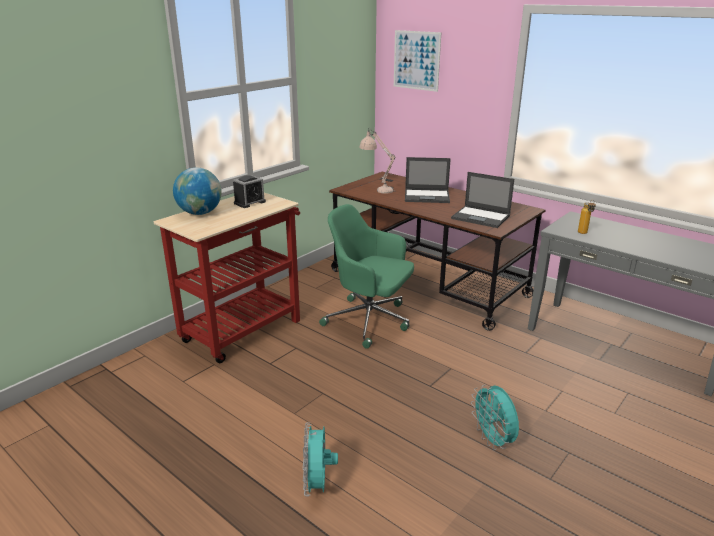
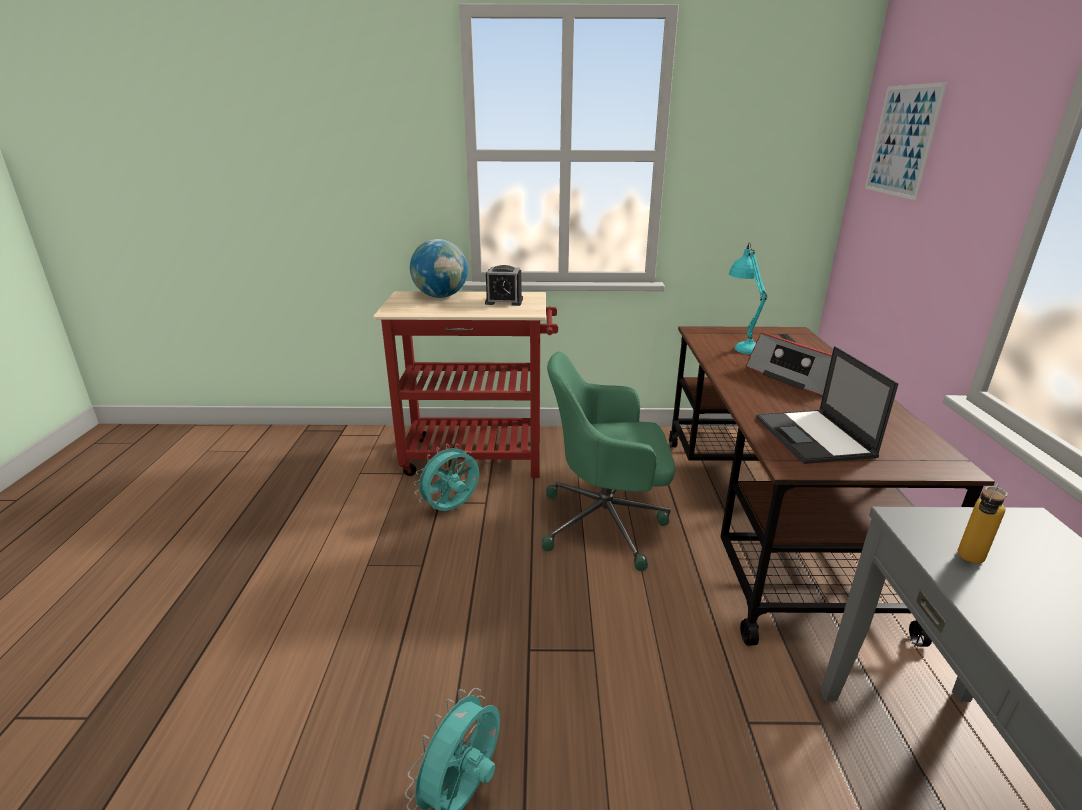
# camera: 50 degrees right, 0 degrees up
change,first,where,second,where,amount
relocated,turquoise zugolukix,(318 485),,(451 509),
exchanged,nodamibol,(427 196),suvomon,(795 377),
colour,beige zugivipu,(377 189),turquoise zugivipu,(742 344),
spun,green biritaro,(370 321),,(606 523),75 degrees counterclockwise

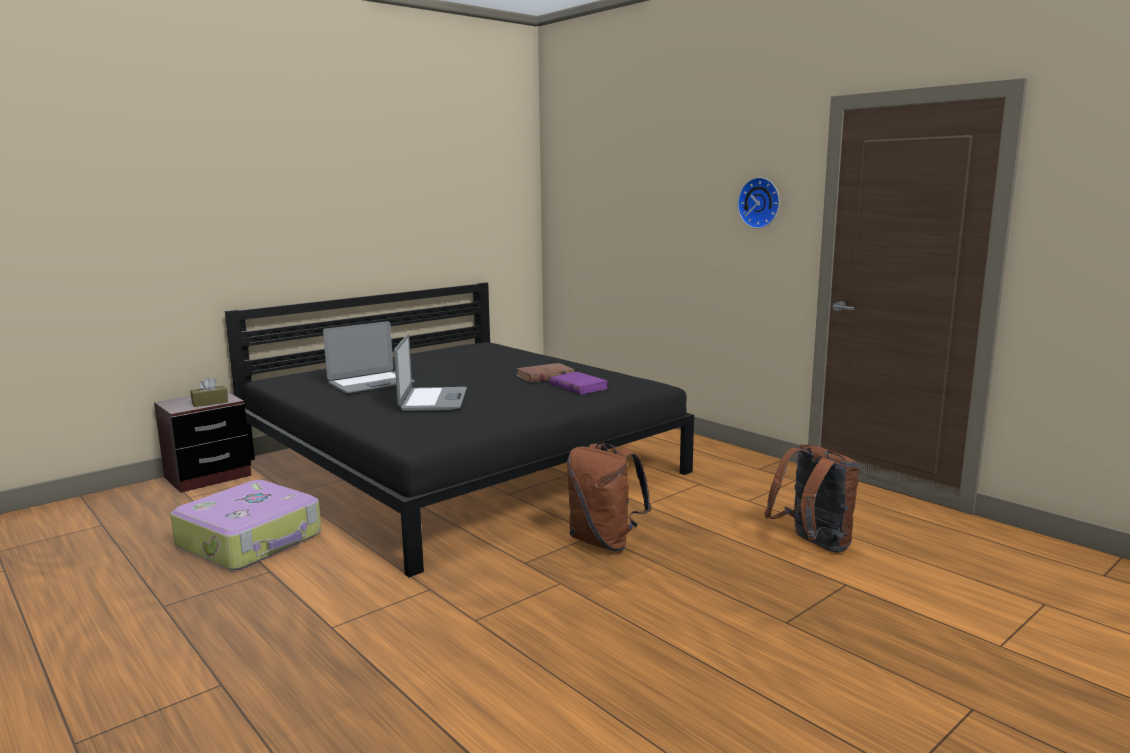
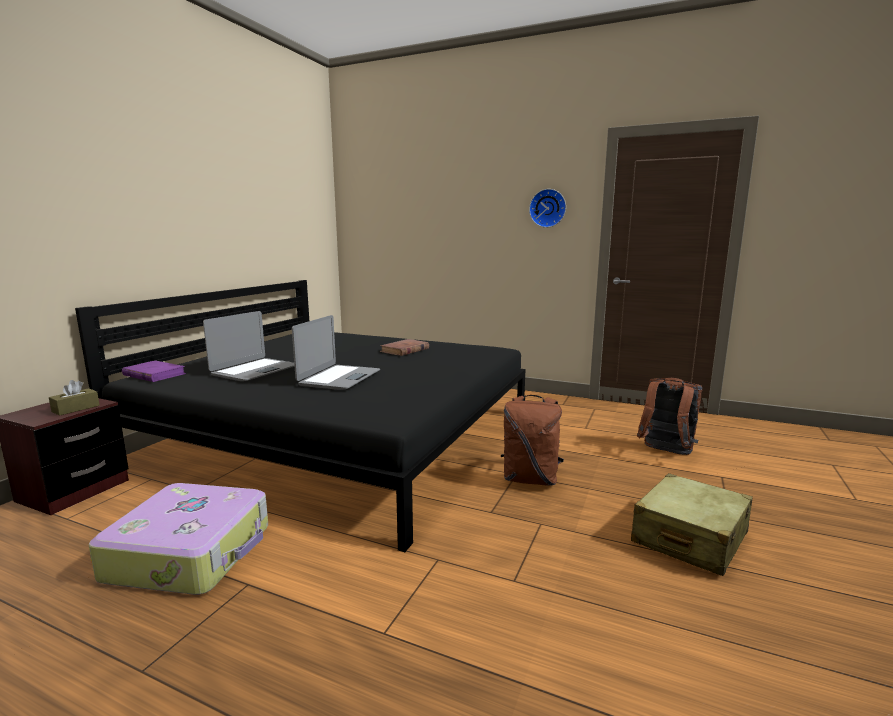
# camera: 25 degrees left, 0 degrees up
change,first,where,second,where,amount
appeared,,,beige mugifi,(689 538),
relocated,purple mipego,(578 386),,(154 374),
spun,nodamibol,(432 400),,(339 378),45 degrees clockwise

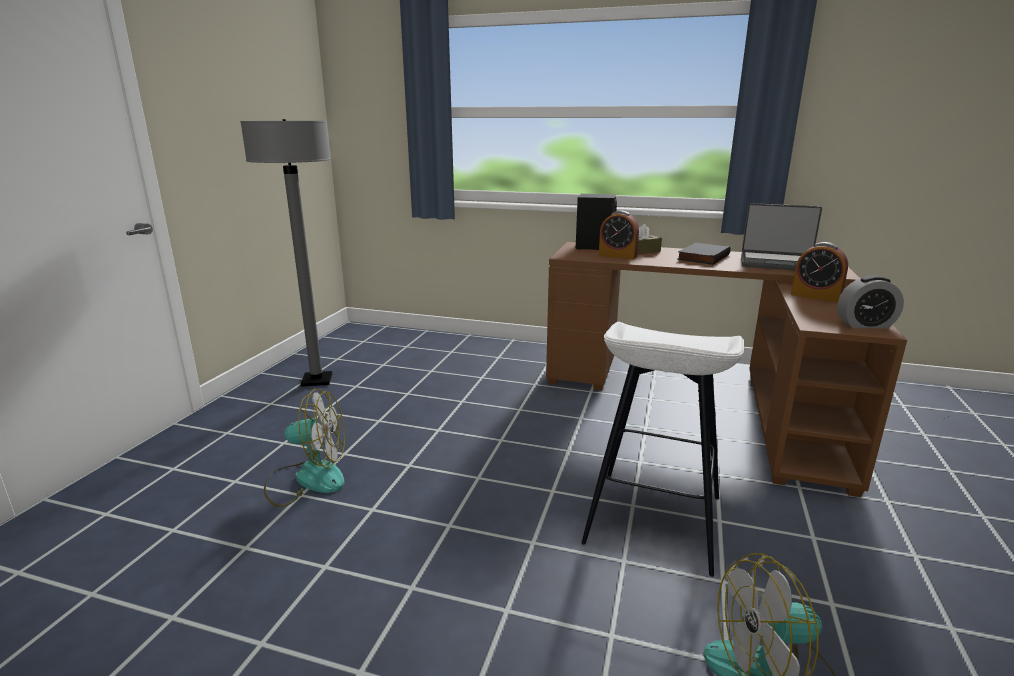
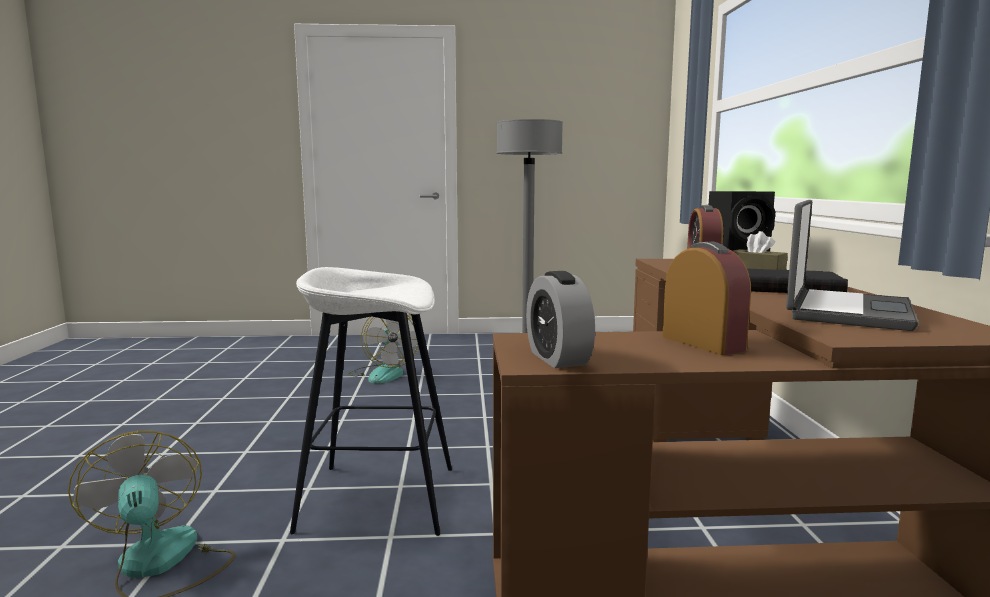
# camera: 70 degrees right, 10 degrees down
change,first,where,second,where,amount
spun,nodamibol,(777 263),,(845 312),150 degrees counterclockwise
spun,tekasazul,(816 296),,(702 343),135 degrees clockwise

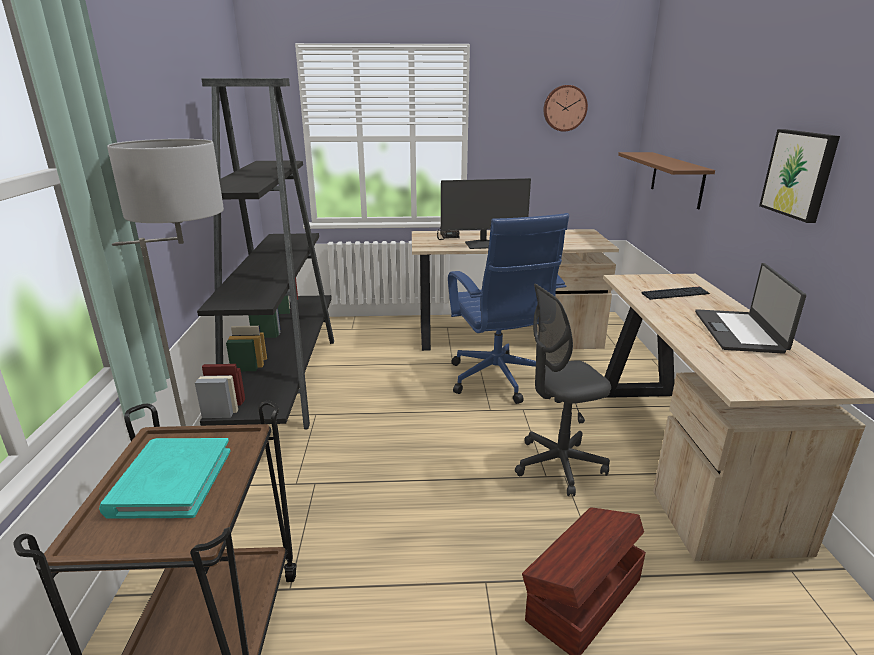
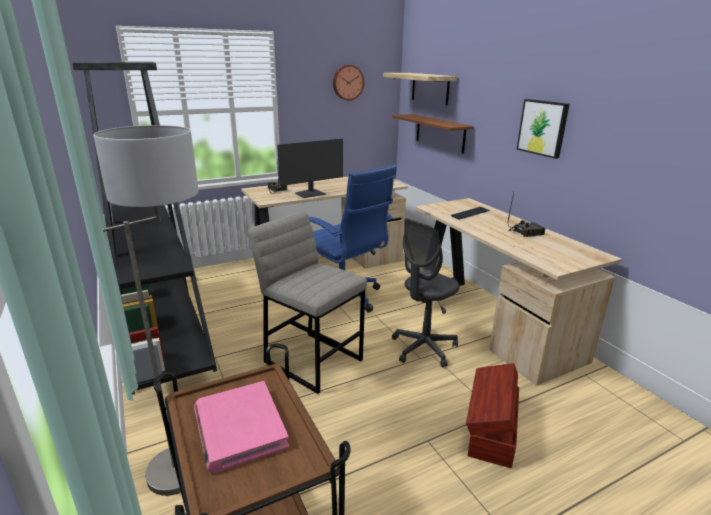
# camera: 25 degrees left, 0 degrees up
change,first,where,second,where,amount
appeared,,,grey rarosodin,(311 360),
appeared,,,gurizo,(430 88),
exchanged,nodamibol,(740 331),suvomon,(526 232),
colour,turquoise mipego,(171 481),pink mipego,(239 428),

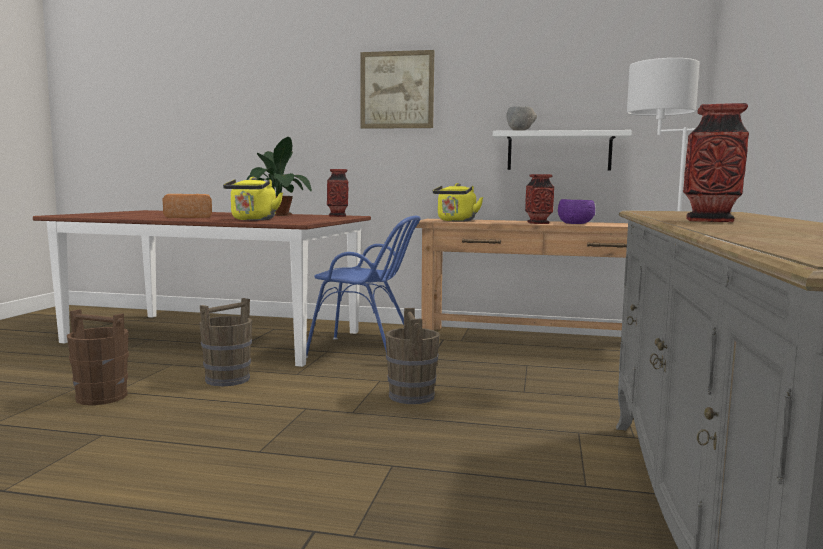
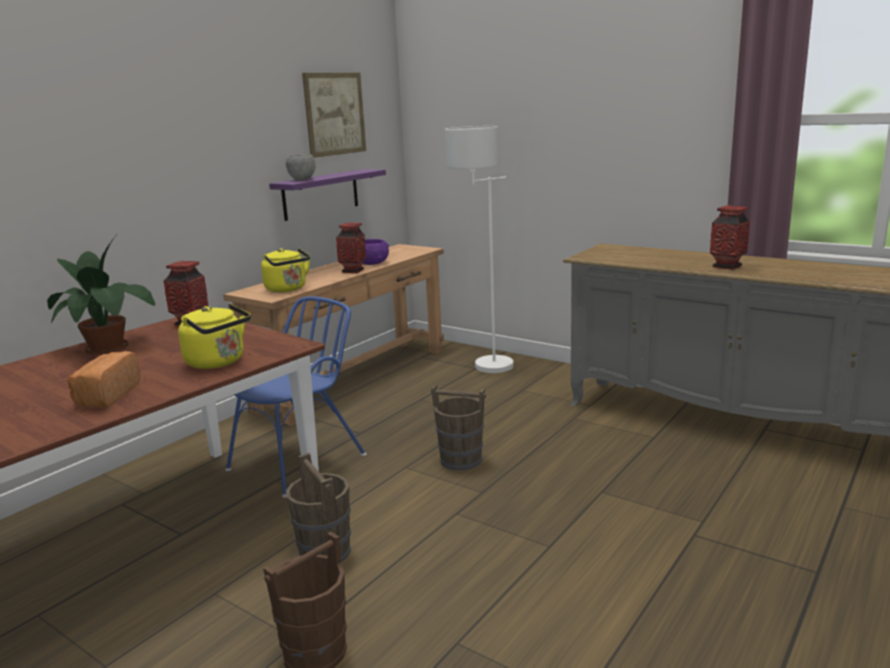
# camera: 65 degrees left, 10 degrees up
change,first,where,second,where,amount
relocated,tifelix,(397 90),,(334 114),
colour,white gurizo,(559 151),purple gurizo,(321 194),

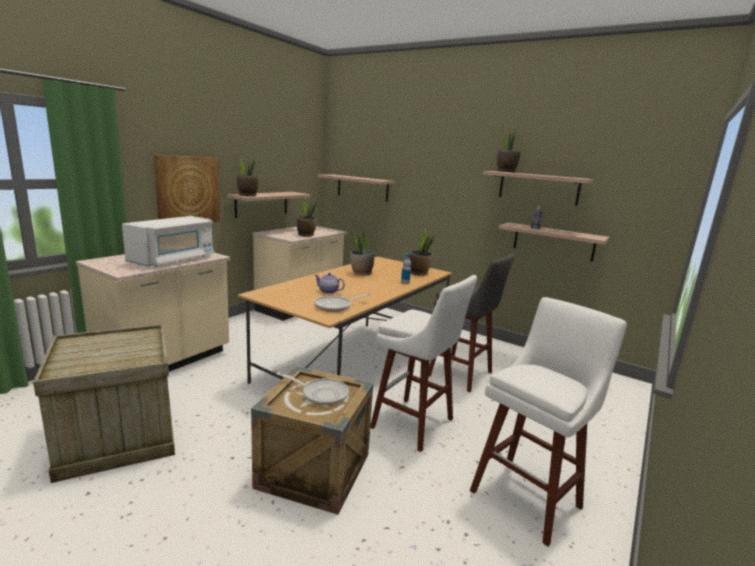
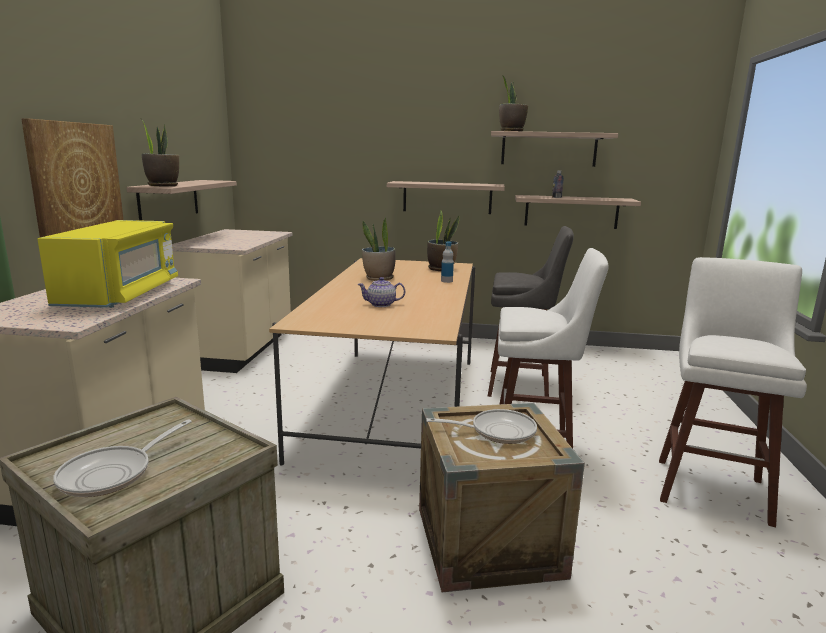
# camera: 25 degrees left, 0 degrees up
change,first,where,second,where,amount
missing,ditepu,(306 235),,,
relocated,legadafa,(336 306),,(113 474),
relocated,gurizo,(362 187),,(447 197),
colour,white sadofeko,(173 260),yellow sadofeko,(121 294),

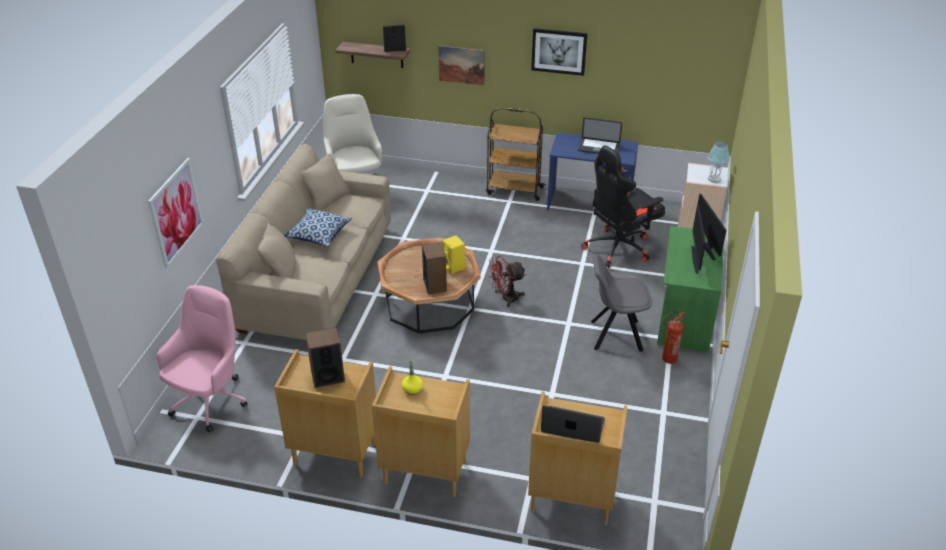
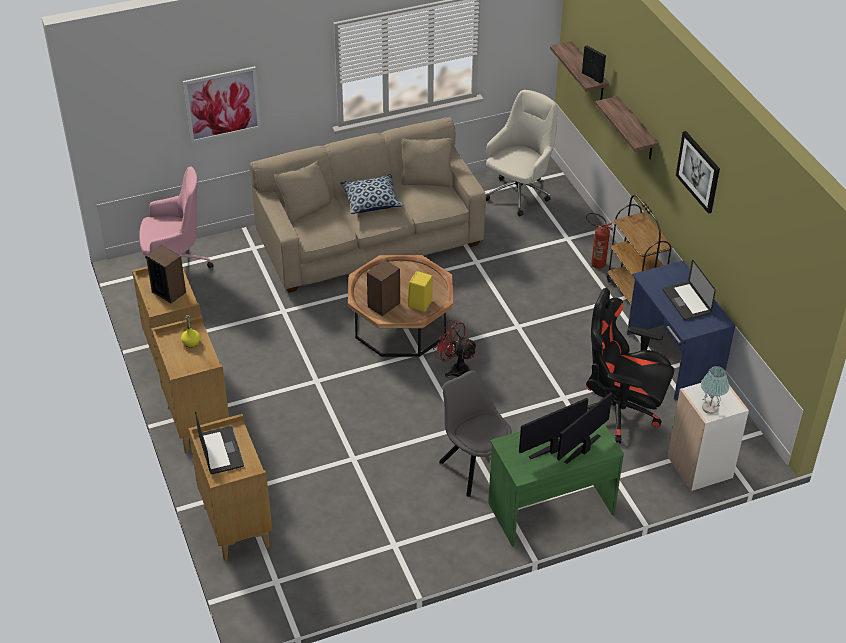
# camera: 55 degrees right, 5 degrees up
change,first,where,second,where,amount
relocated,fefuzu,(666 360),,(594 263),
exchanged,tifelix,(461 65),gurizo,(636 129),

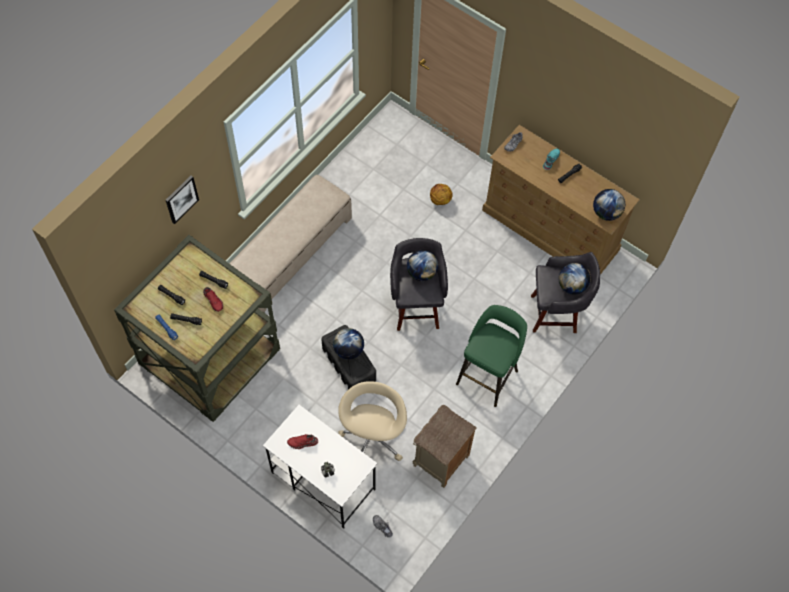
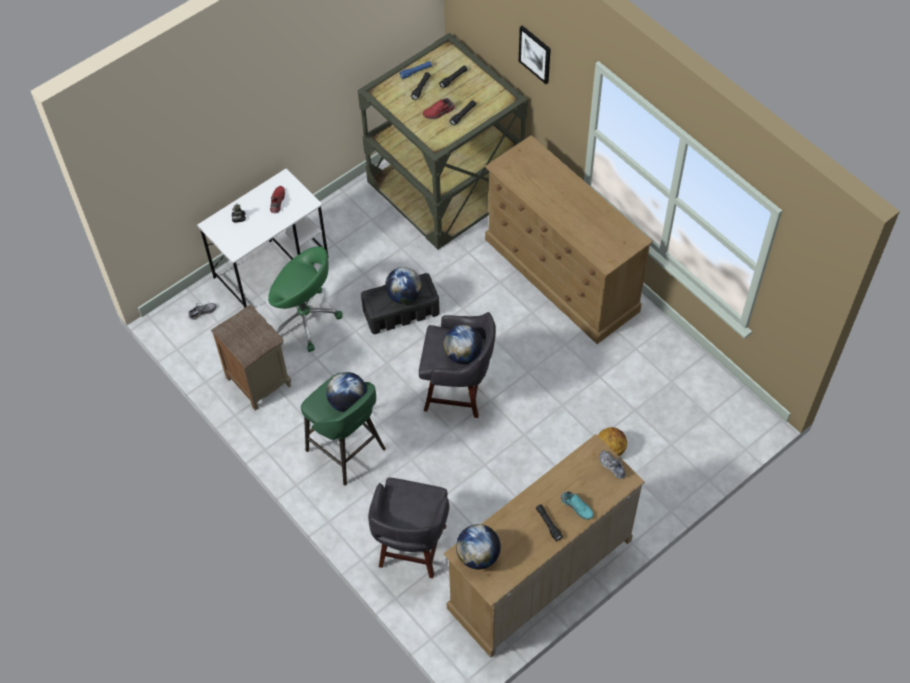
# camera: 105 degrees right, 5 degrees down
change,first,where,second,where,amount
relocated,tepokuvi,(572 285),,(348 402),
exchanged,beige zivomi,(290 253),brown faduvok,(561 276),
colour,beige biritaro,(373 437),green biritaro,(306 320),

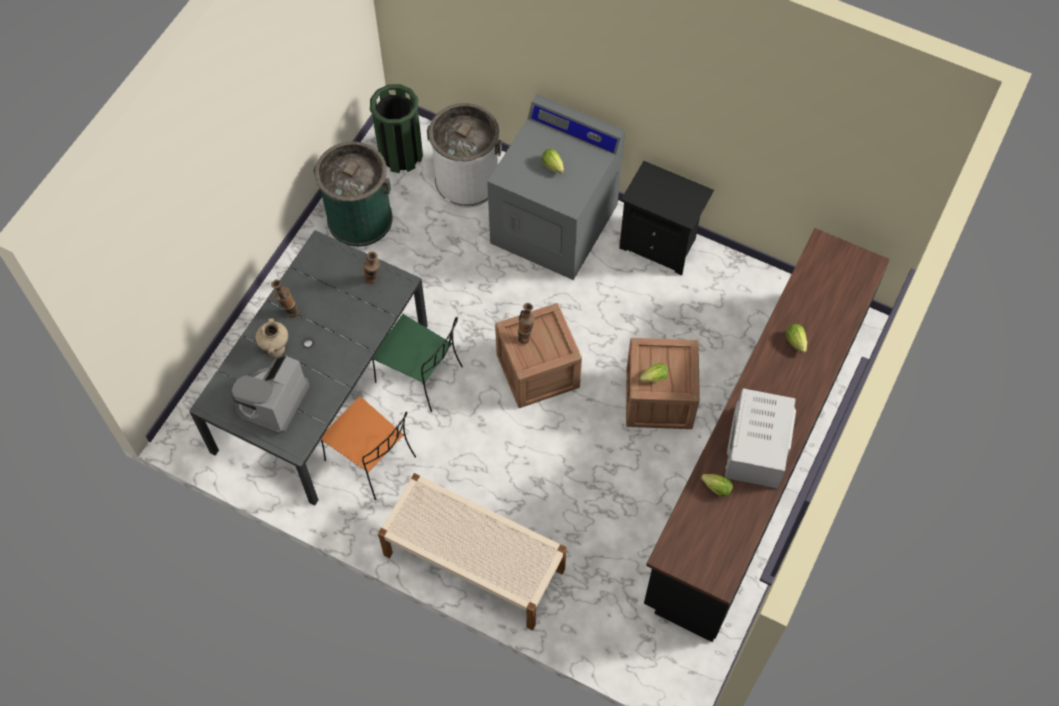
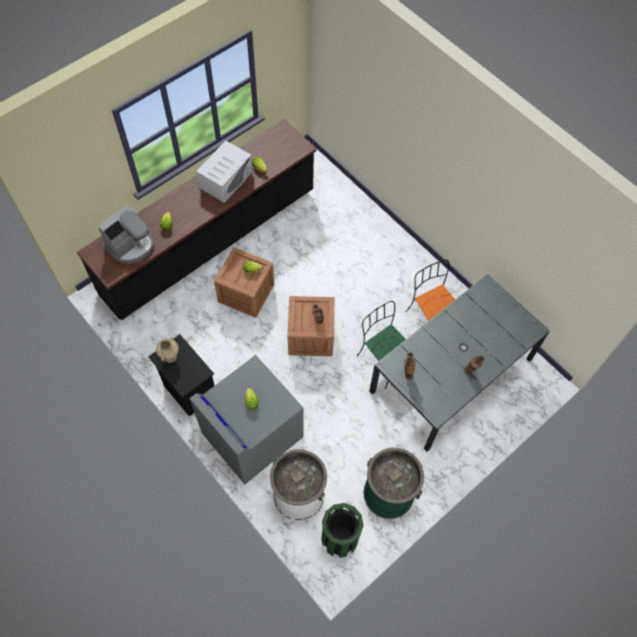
# camera: 160 degrees left, 0 degrees up
change,first,where,second,where,amount
missing,beige zivomi,(473 563),,,
relocated,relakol,(272 401),,(130 246),
relocated,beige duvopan,(276 349),,(170 356),

